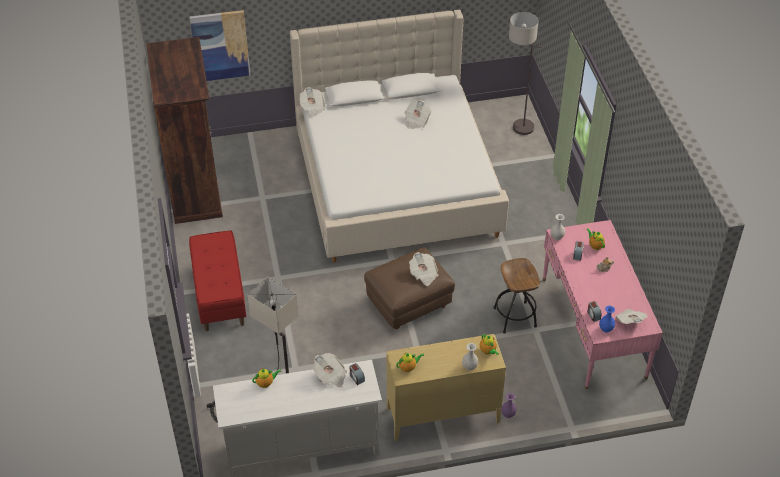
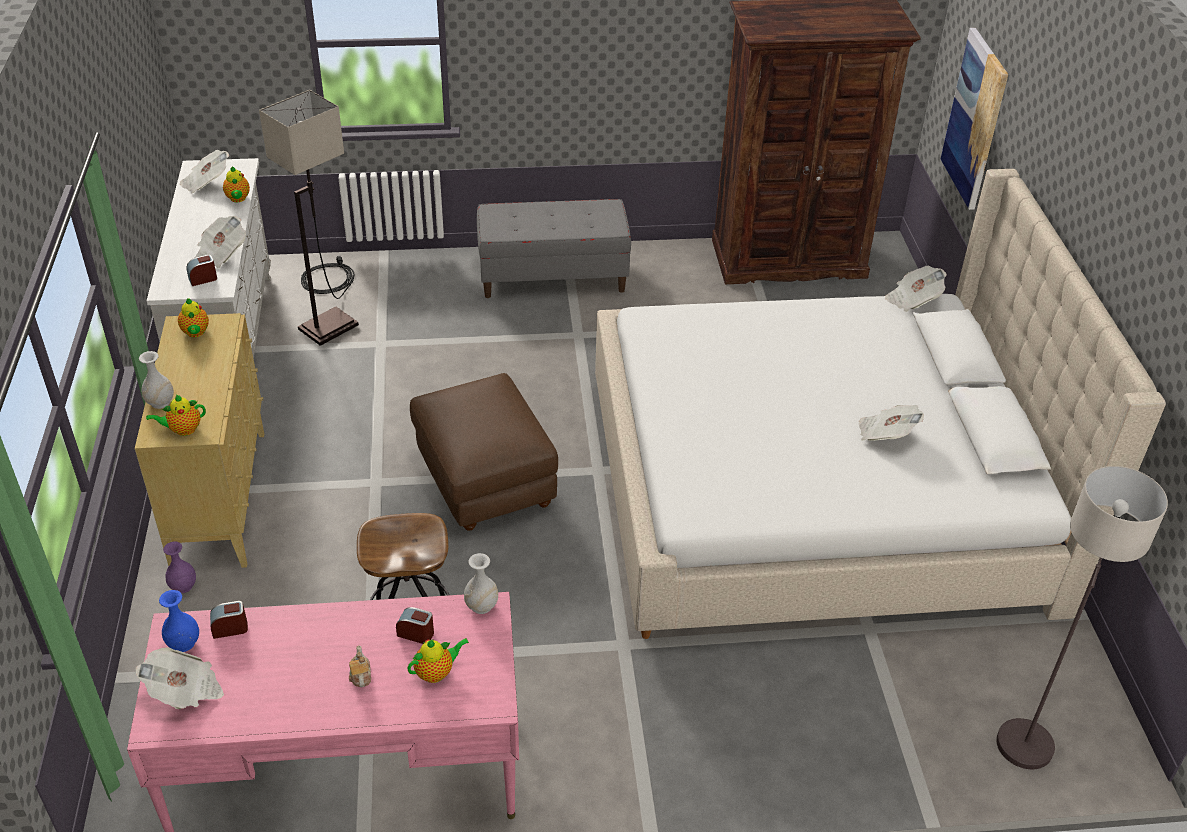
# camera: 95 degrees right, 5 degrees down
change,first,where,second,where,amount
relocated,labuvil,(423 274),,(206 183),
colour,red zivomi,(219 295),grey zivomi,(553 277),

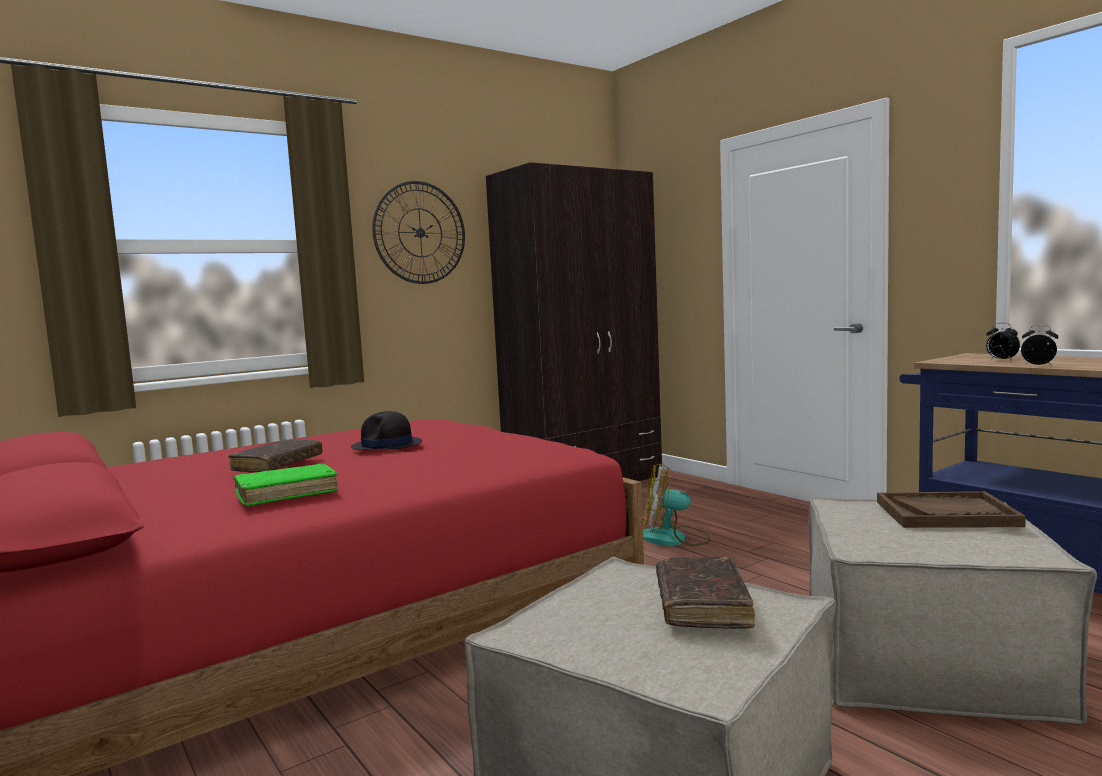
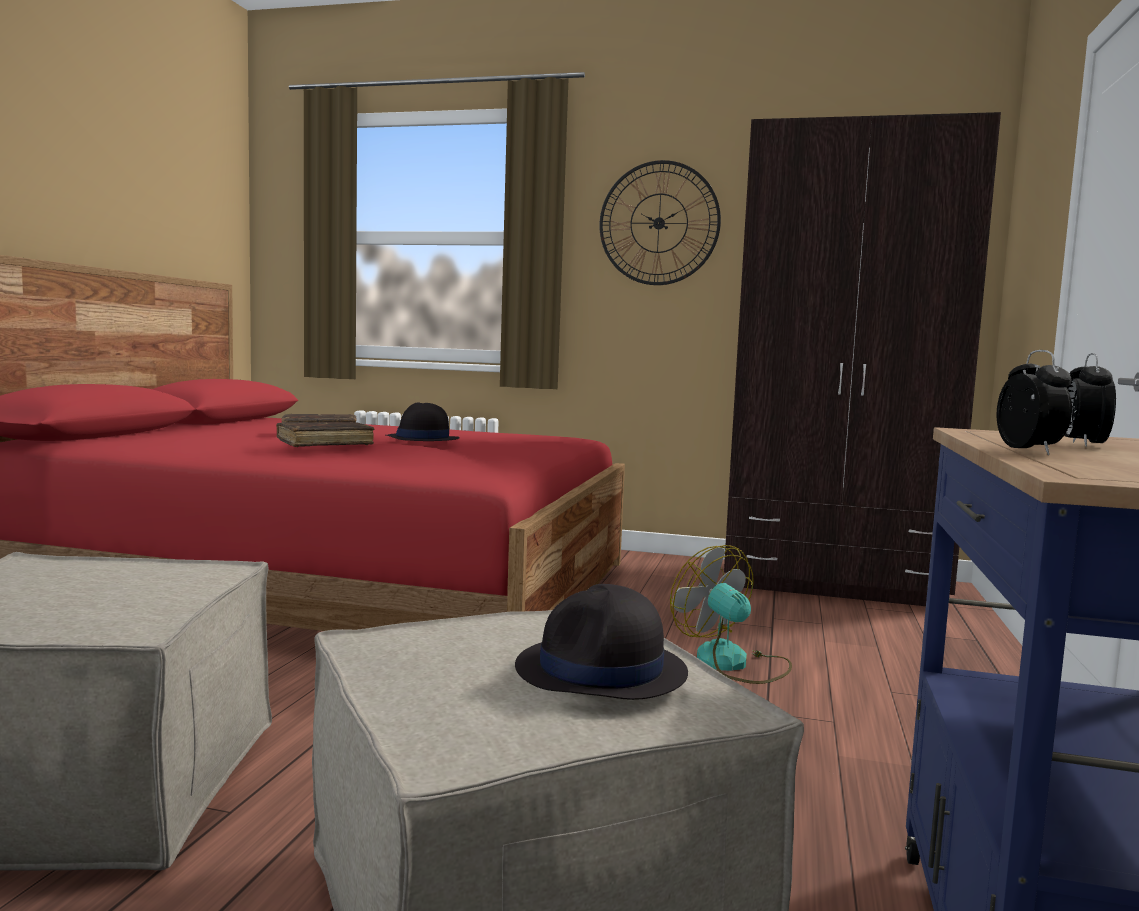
# camera: 50 degrees right, 0 degrees up
change,first,where,second,where,amount
missing,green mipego,(287 494),,,
relocated,brown mipego,(702 605),,(325 444),
exchanged,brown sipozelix,(946 513),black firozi,(601 672),

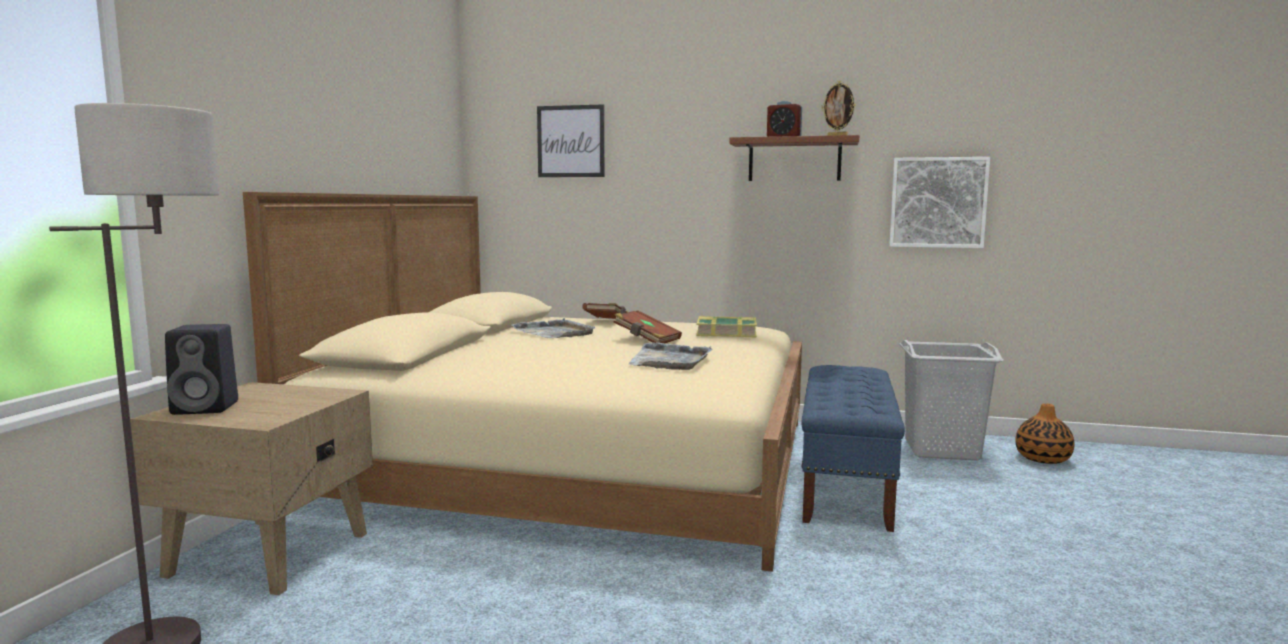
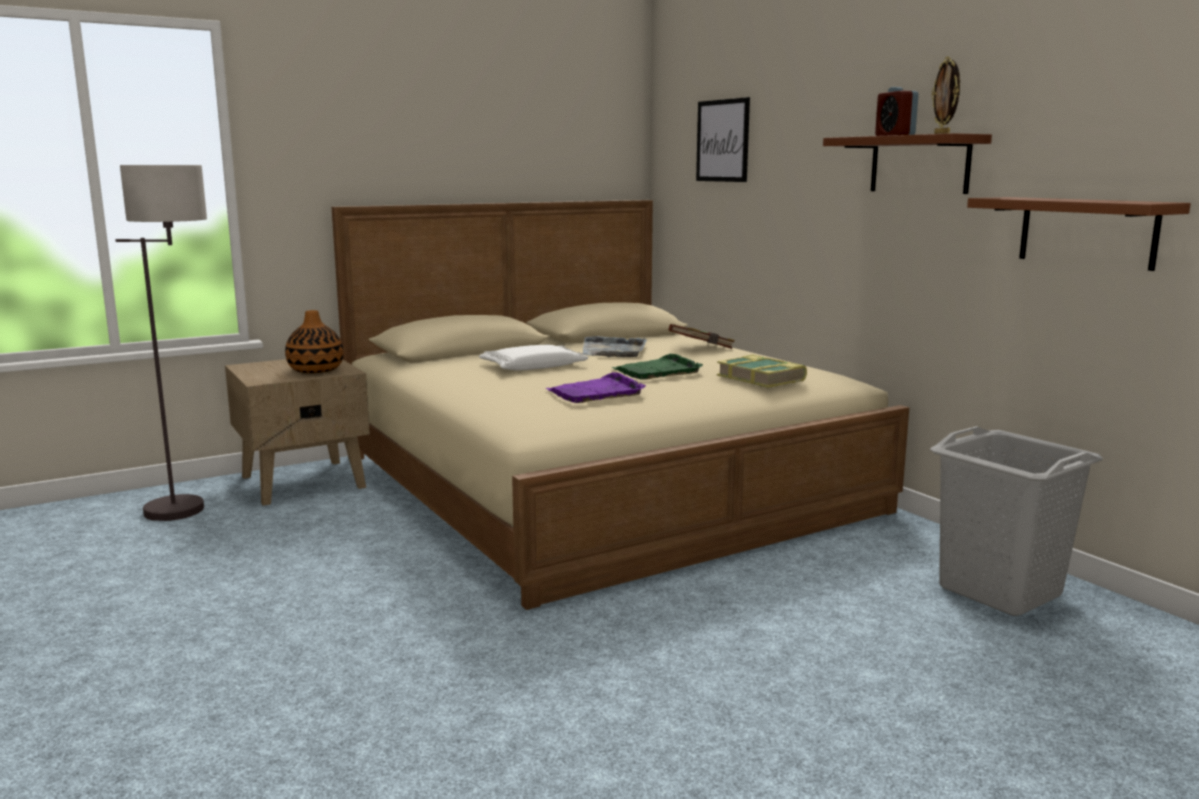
# camera: 45 degrees right, 5 degrees up
change,first,where,second,where,amount
missing,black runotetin,(207 408),,,
missing,blue zivomi,(845 484),,,
appeared,,,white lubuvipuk,(533 365),
relocated,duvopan,(1043 459),,(315 370),
exchanged,brown mipego,(646 340),green sipozelix,(657 371),
exchanged,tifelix,(938 202),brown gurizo,(1087 232),
colour,grey sipozelix,(669 360),purple sipozelix,(596 392),

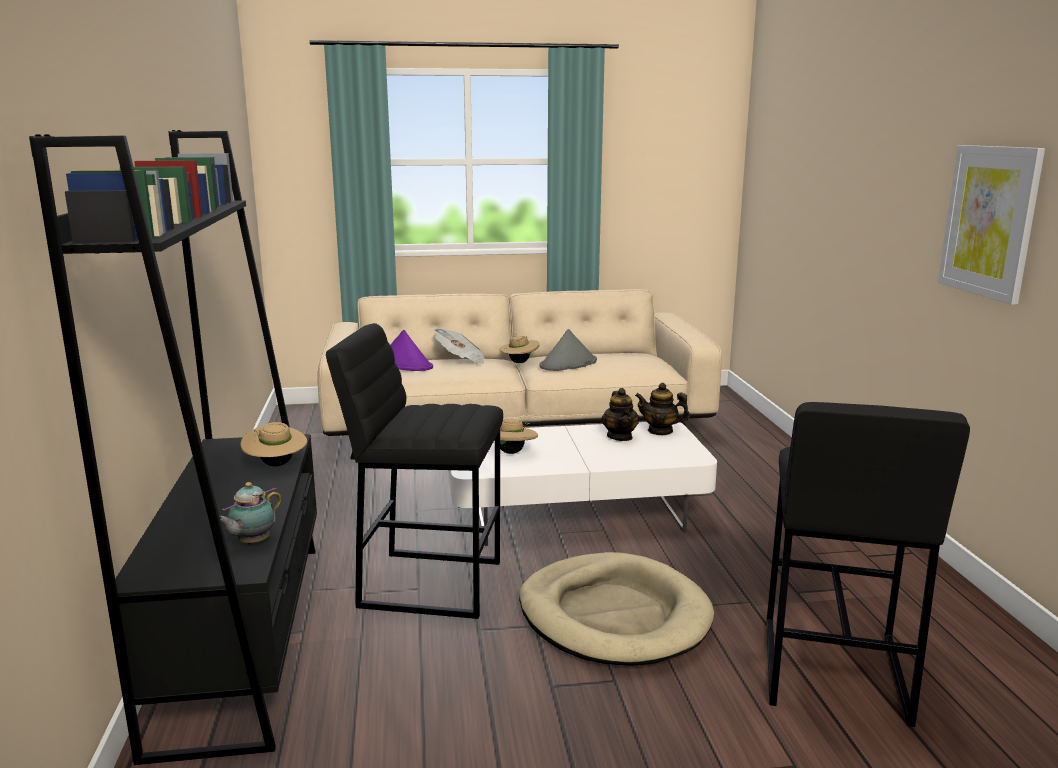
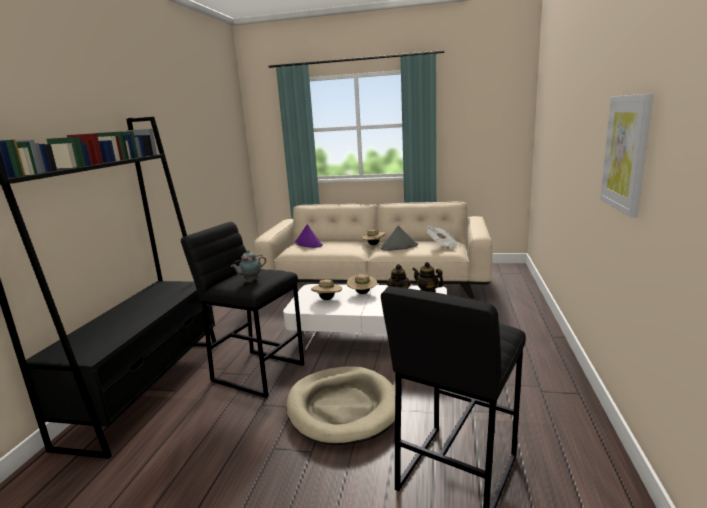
# camera: 20 degrees right, 0 degrees up
change,first,where,second,where,amount
relocated,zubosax,(252 543),,(250 280),
relocated,beige firozi,(276 465),,(362 293),
relocated,labuvil,(461 360),,(443 246),

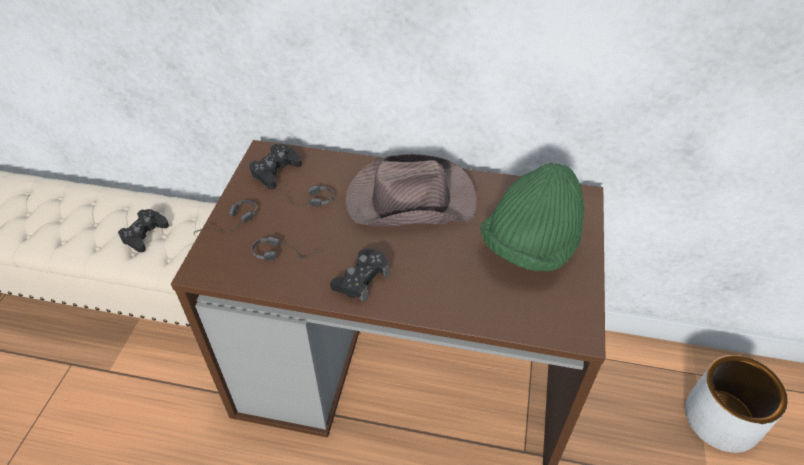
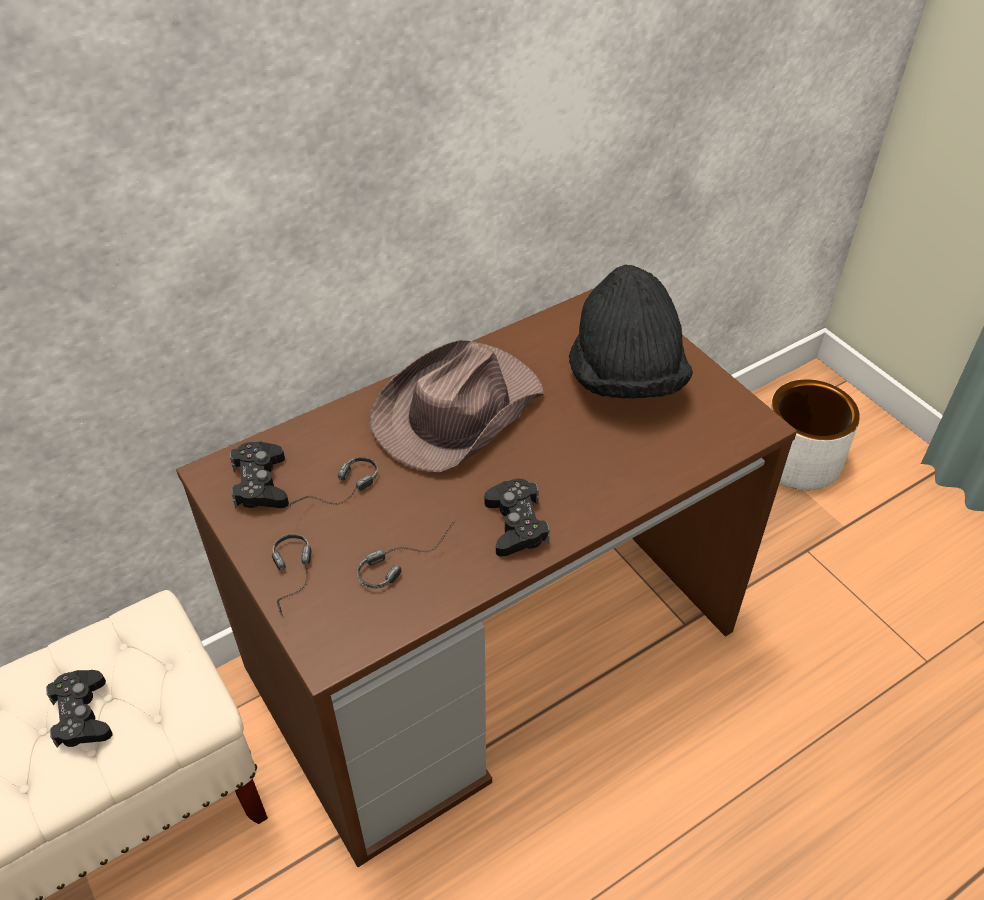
# camera: 45 degrees left, 0 degrees up
change,first,where,second,where,amount
colour,green firozi,(530 246),black firozi,(625 377),

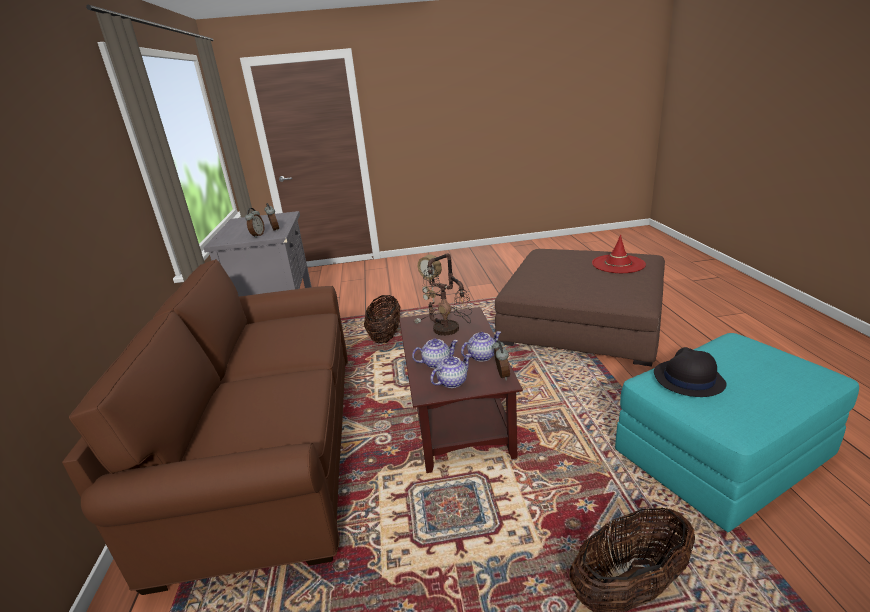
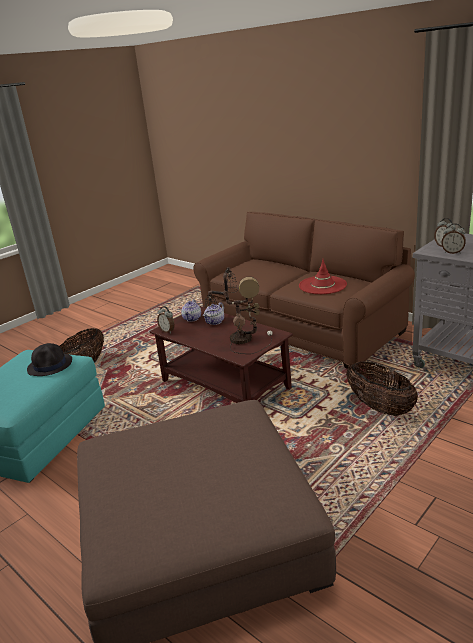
# camera: 140 degrees right, 0 degrees up
change,first,where,second,where,amount
missing,zubosax,(482 356),,,
relocated,red firozi,(618 264),,(322 285),

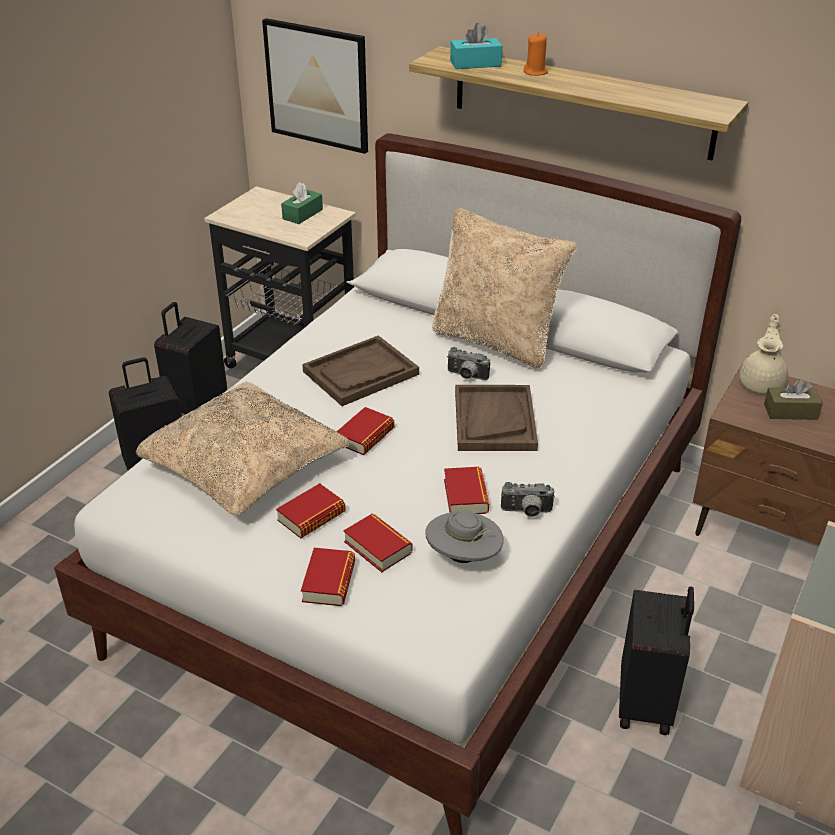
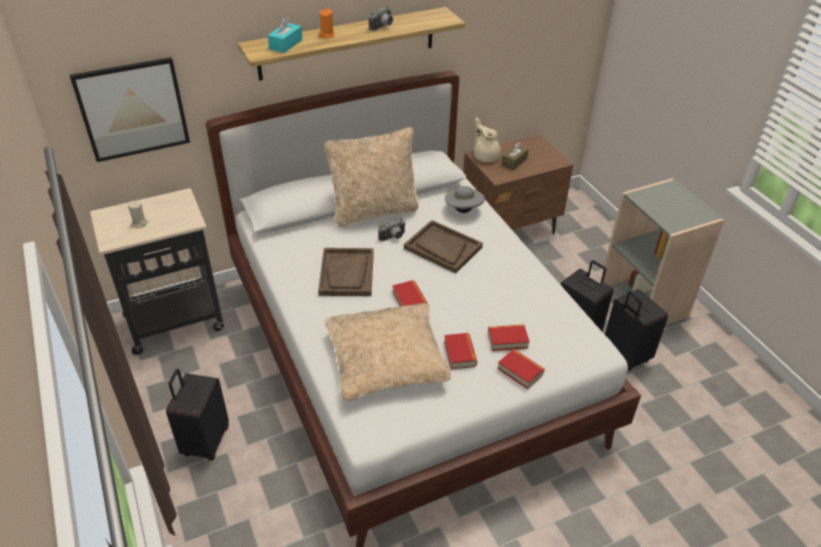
# camera: 55 degrees left, 5 degrees up
change,first,where,second,where,amount
missing,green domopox,(302 214),,,
missing,mipego,(465 496),,,
appeared,,,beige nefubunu,(139 223),
relocated,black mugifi,(197 406),,(624 355),
relocated,grey firozi,(463 557),,(463 210),
relocated,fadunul,(526 512),,(383 27),

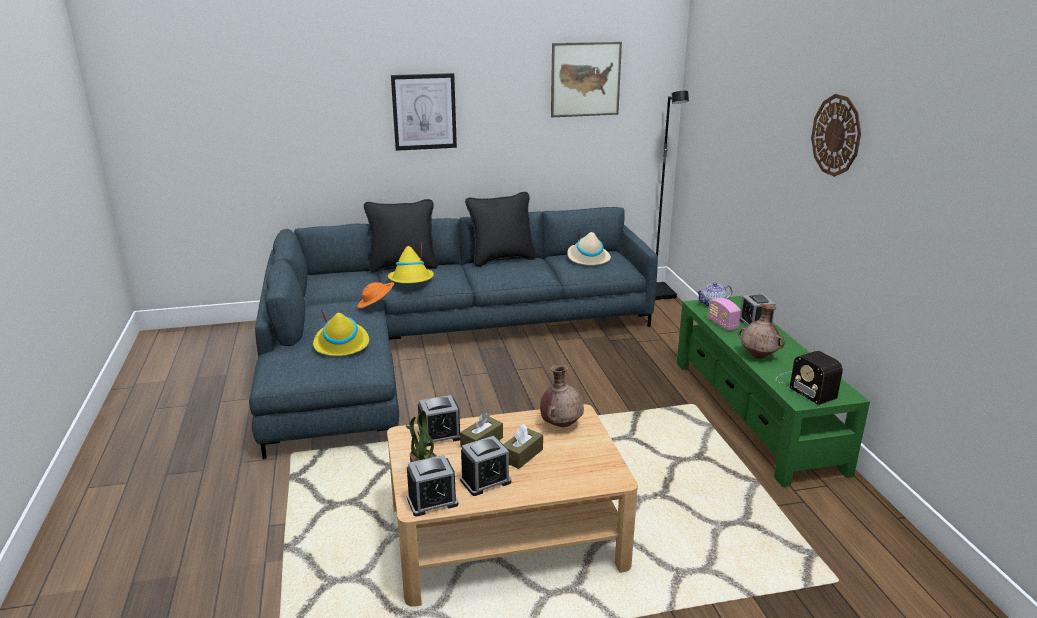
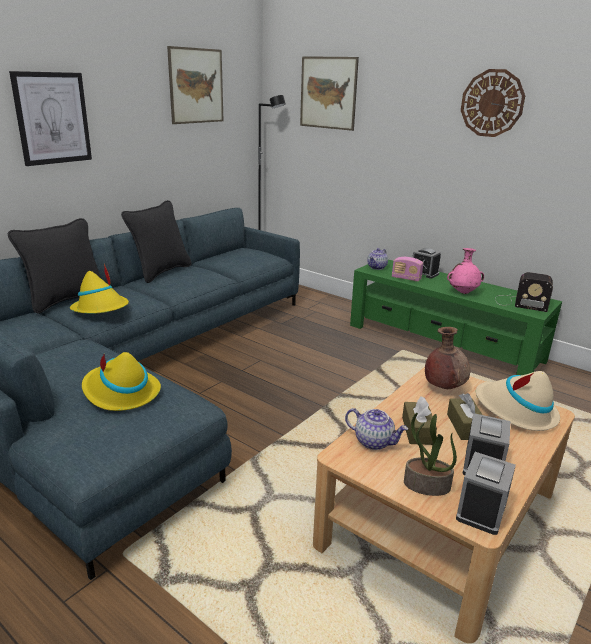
# camera: 40 degrees left, 0 degrees up
change,first,where,second,where,amount
missing,orange firozi,(376 305),,,
appeared,,,tifelix,(328 93),
relocated,beige firozi,(587 258),,(515 411),
exchanged,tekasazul,(440 435),zubosax,(374 442),
colour,brown duvopan,(759 356),pink duvopan,(463 292),

